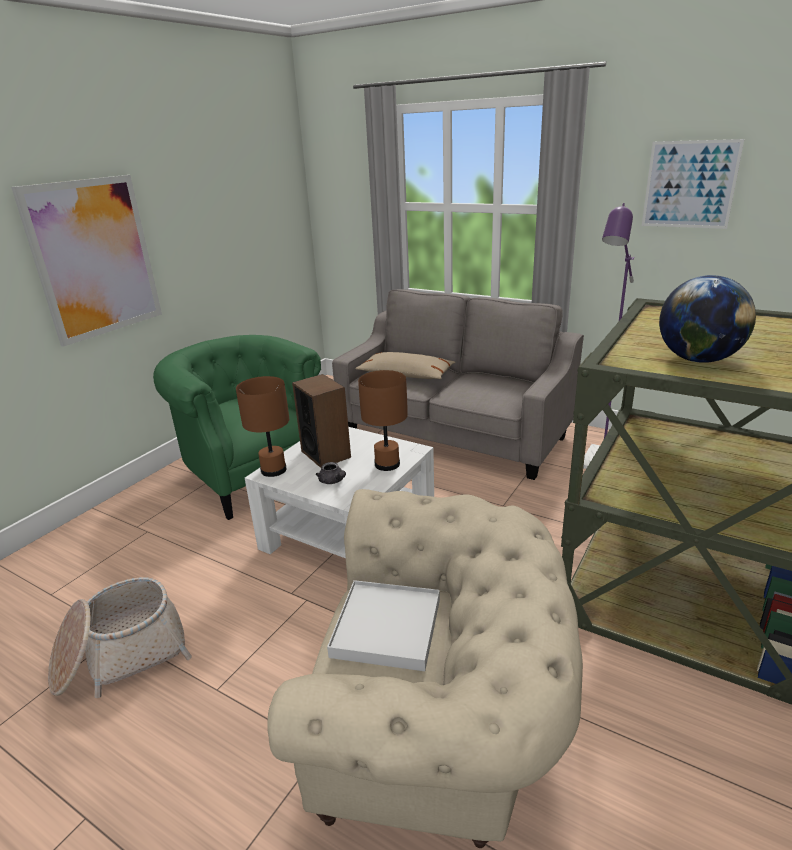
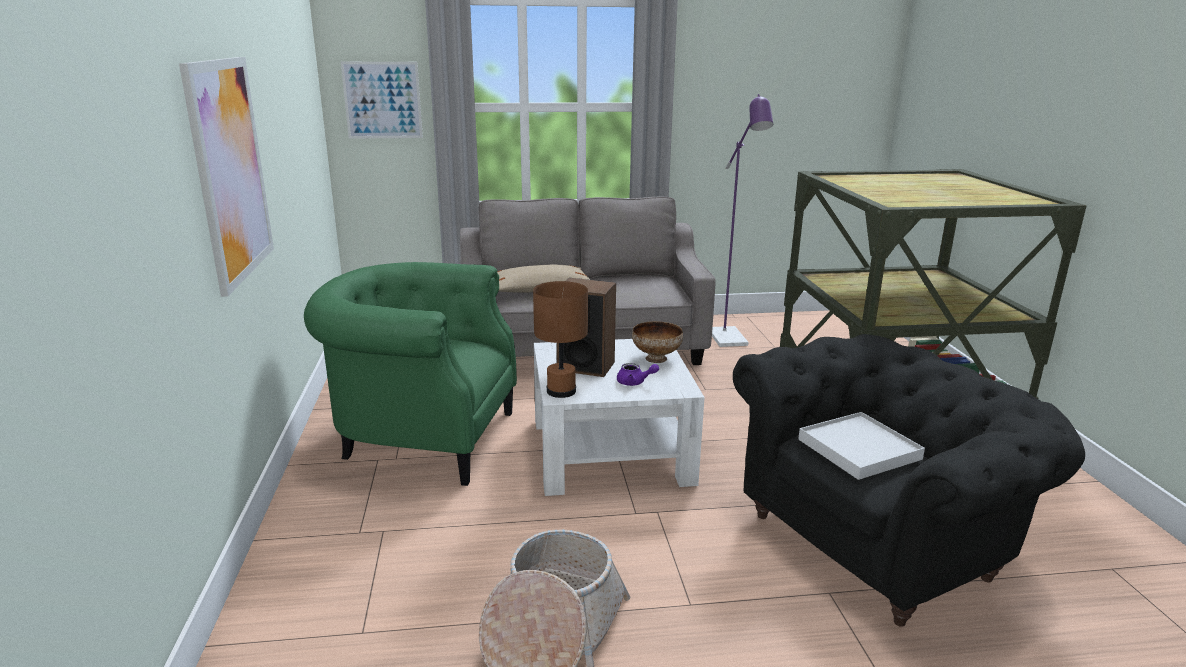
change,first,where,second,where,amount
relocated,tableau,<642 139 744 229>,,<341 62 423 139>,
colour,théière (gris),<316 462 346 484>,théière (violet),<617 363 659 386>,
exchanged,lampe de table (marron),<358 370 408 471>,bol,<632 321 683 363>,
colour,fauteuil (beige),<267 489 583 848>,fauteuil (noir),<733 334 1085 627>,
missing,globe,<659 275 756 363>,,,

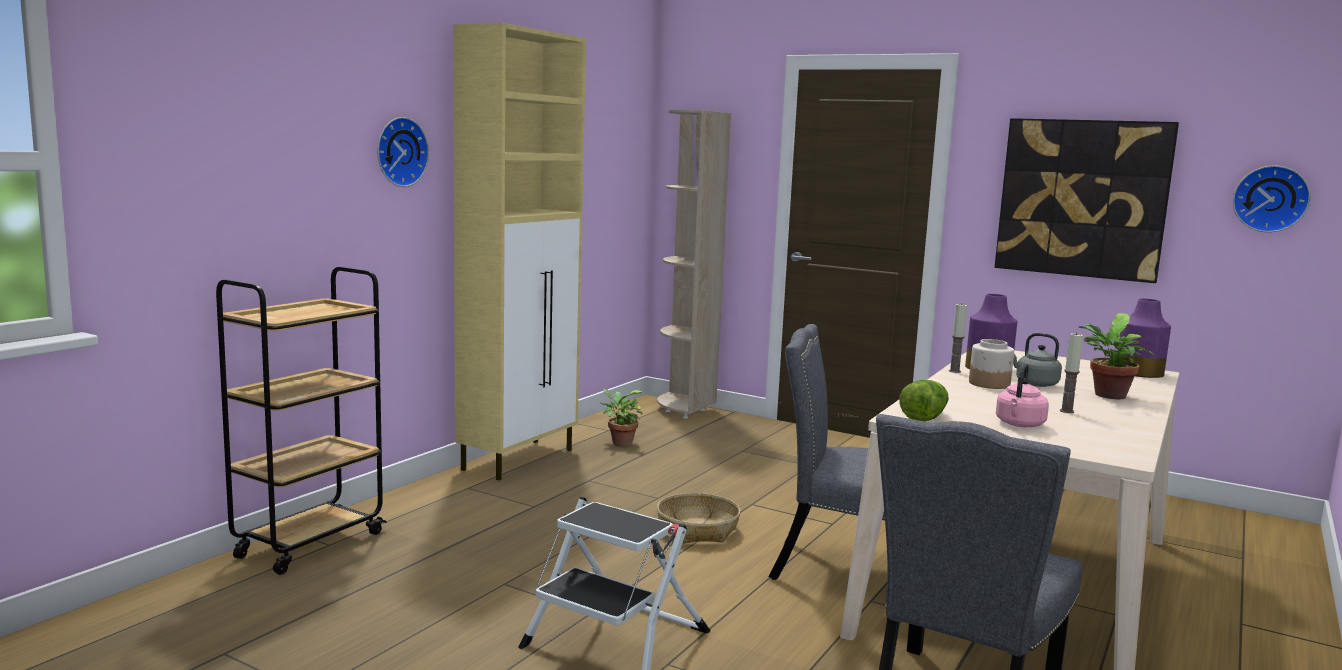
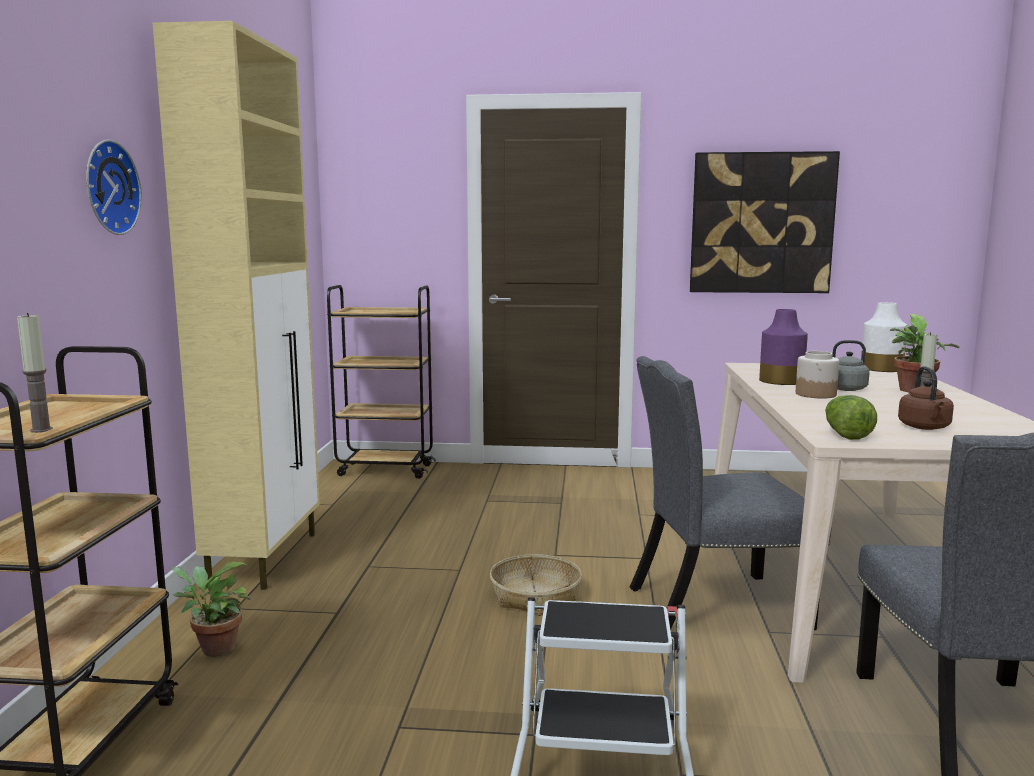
change,first,where,second,where,amount
relocated,bougie,<949 303 967 373>,,<17 313 53 433>,
relocated,plante en pot,<600 389 643 446>,,<171 562 250 657>,
exchanged,bibliothèque (beige),<657 110 731 419>,chariot (marron),<327 285 436 479>,
colour,vase (violet),<1120 298 1171 378>,vase (blanc),<861 302 907 372>,
colour,bouilloire (rose),<996 363 1049 427>,bouilloire (marron),<898 366 954 430>,
missing,horloge murale,<1233 166 1311 232>,,,

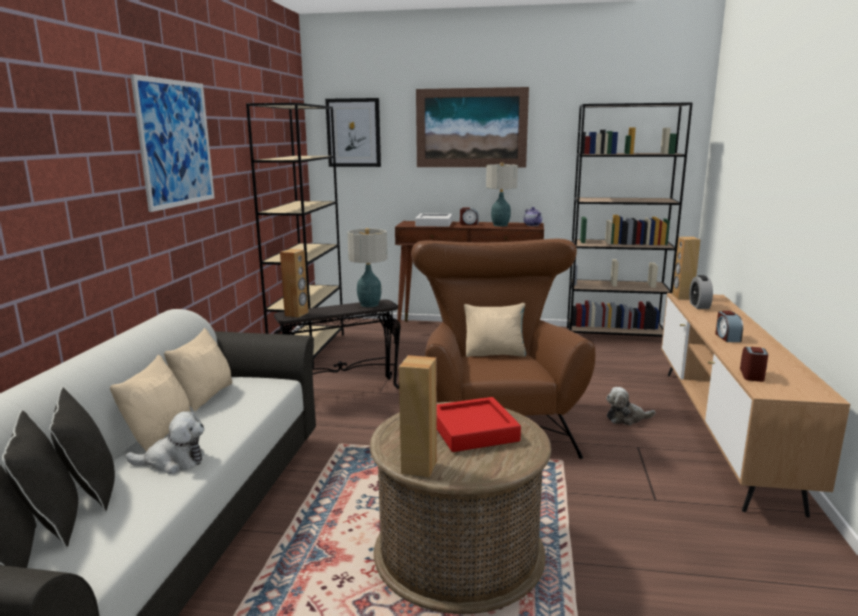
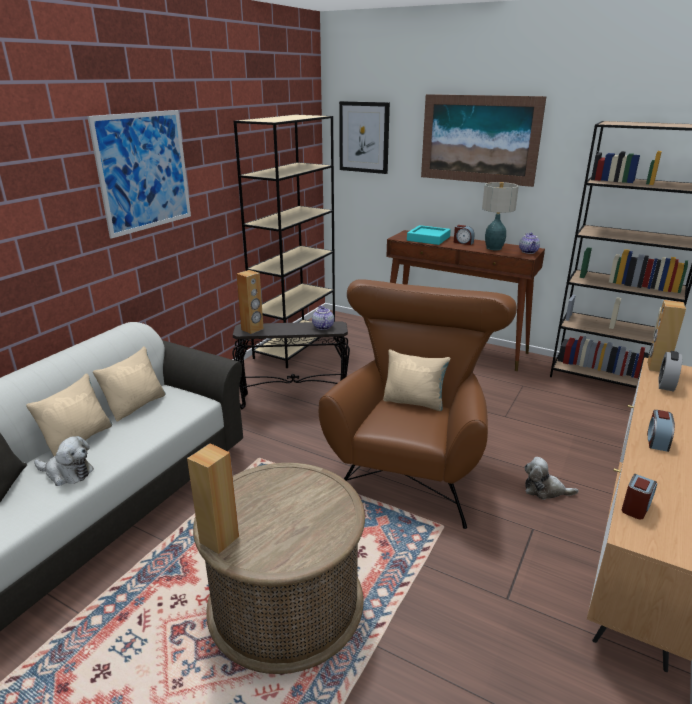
change,first,where,second,where,amount
exchanged,lampe de table,<347 228 388 307>,théière,<312 306 334 330>,
colour,plateau (gris),<415 213 452 227>,plateau (turquoise),<407 225 451 245>,
missing,plateau (rouge),<437 397 521 452>,,,

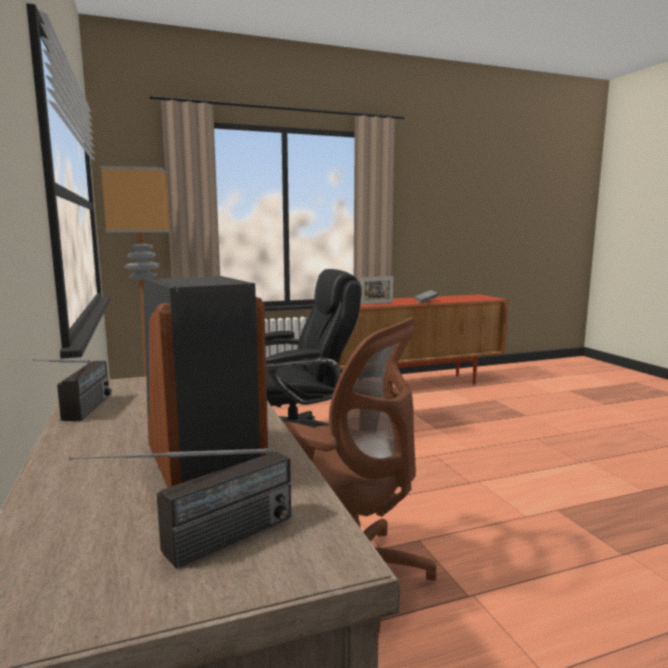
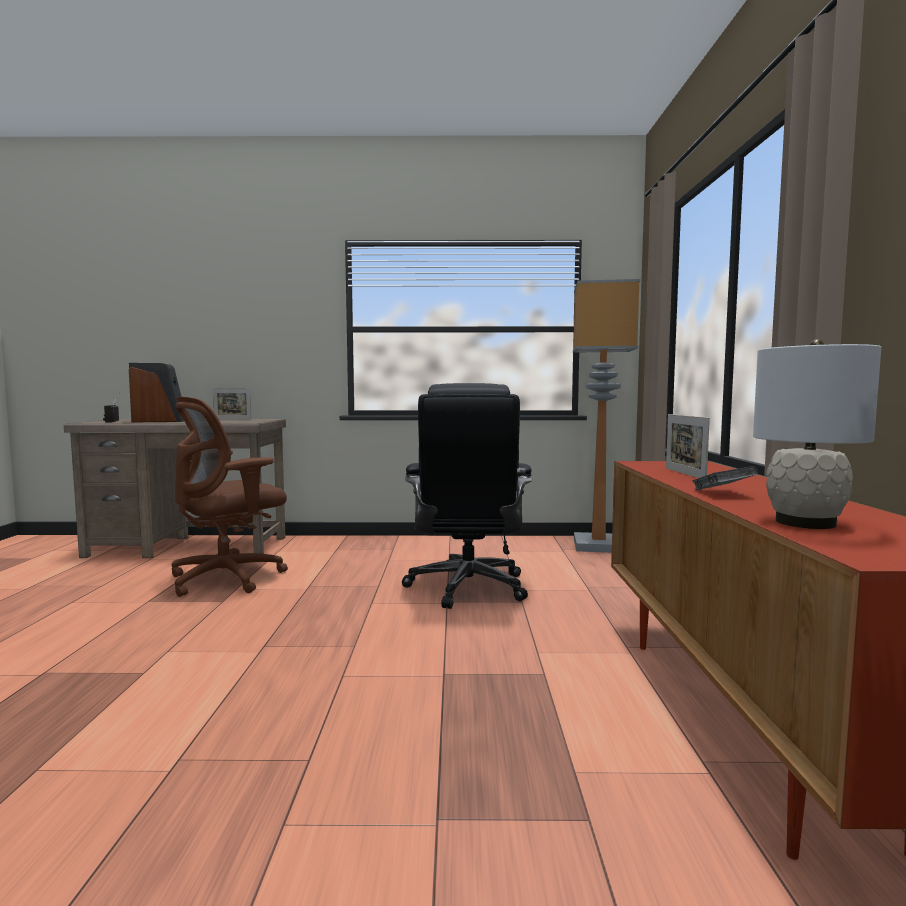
change,first,where,second,where,amount
exchanged,radio,<33 359 112 421>,cadre photo,<213 388 252 420>,
appeared,,,lampe de table (blanc),<753 339 881 529>,

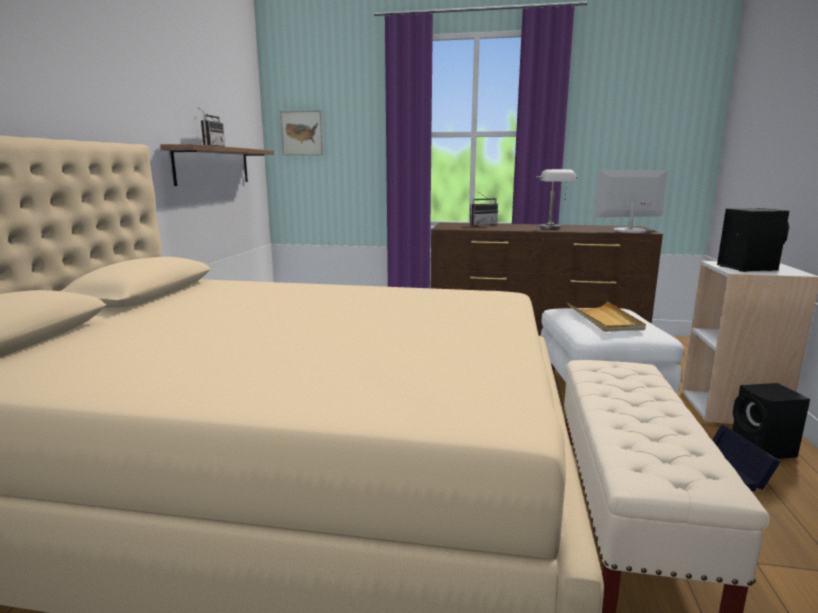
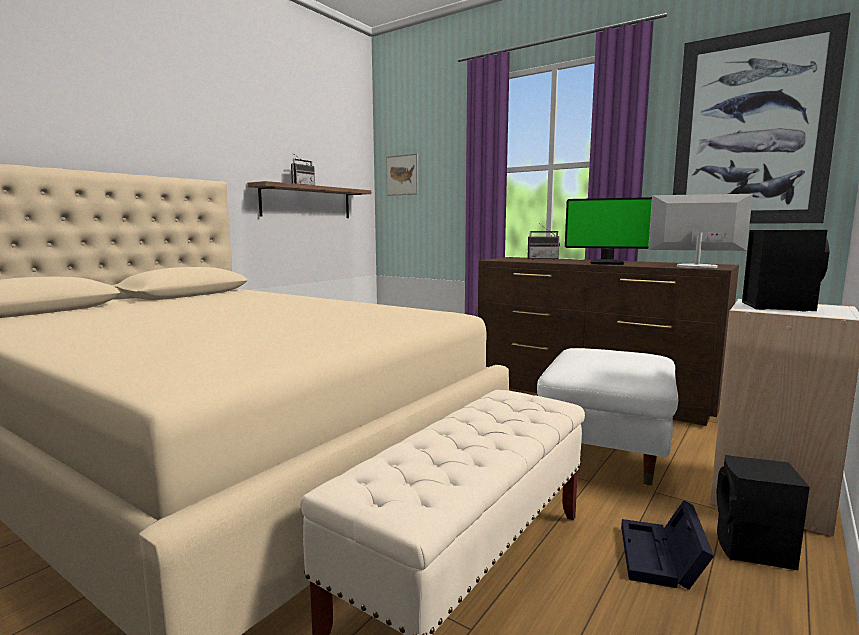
change,first,where,second,where,amount
exchanged,lampe de table (gris),<536 169 578 229>,écran d'ordinateur,<565 197 652 265>,
appeared,,,tableau,<673 12 851 224>,
missing,plateau (beige),<567 301 646 332>,,,

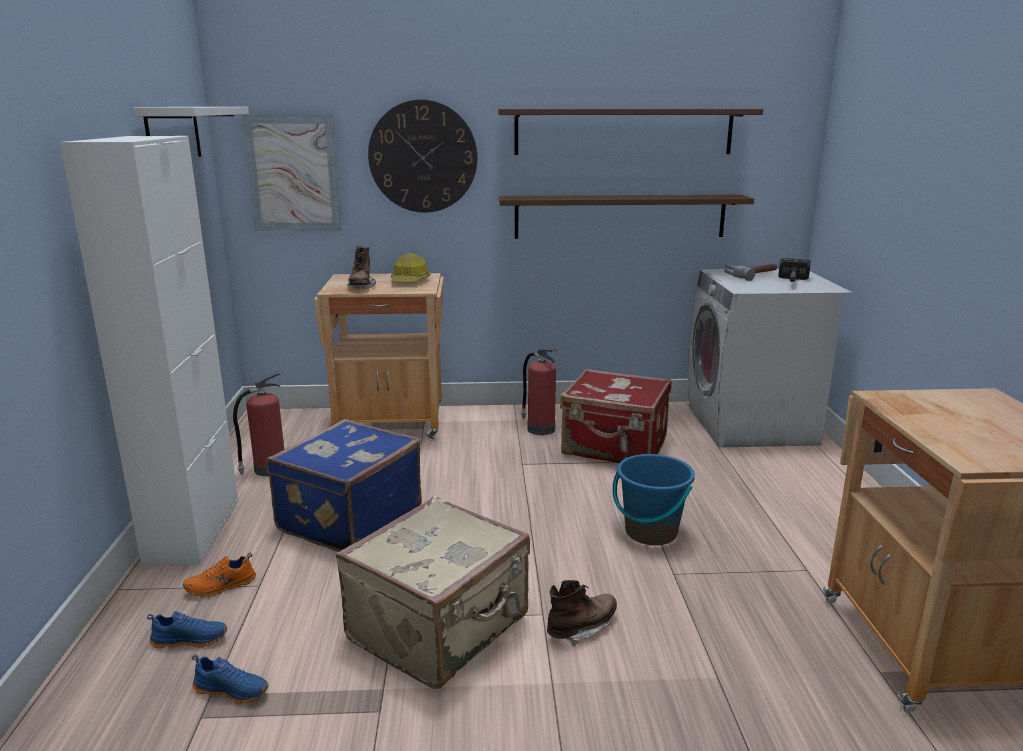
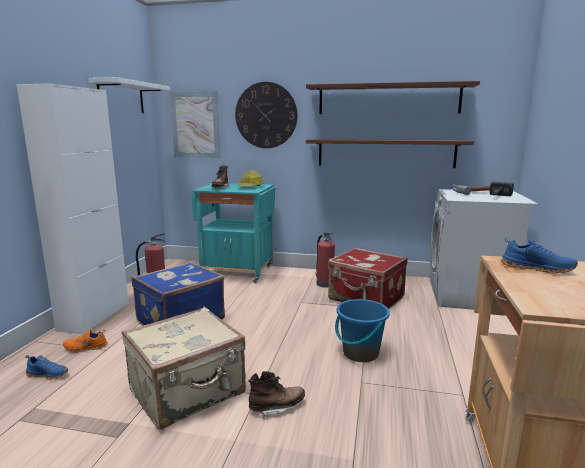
change,first,where,second,where,amount
colour,chariot (marron),<314 273 444 441>,chariot (turquoise),<191 183 276 284>,
relocated,chaussure (bleu),<192 654 268 704>,,<501 237 578 274>,

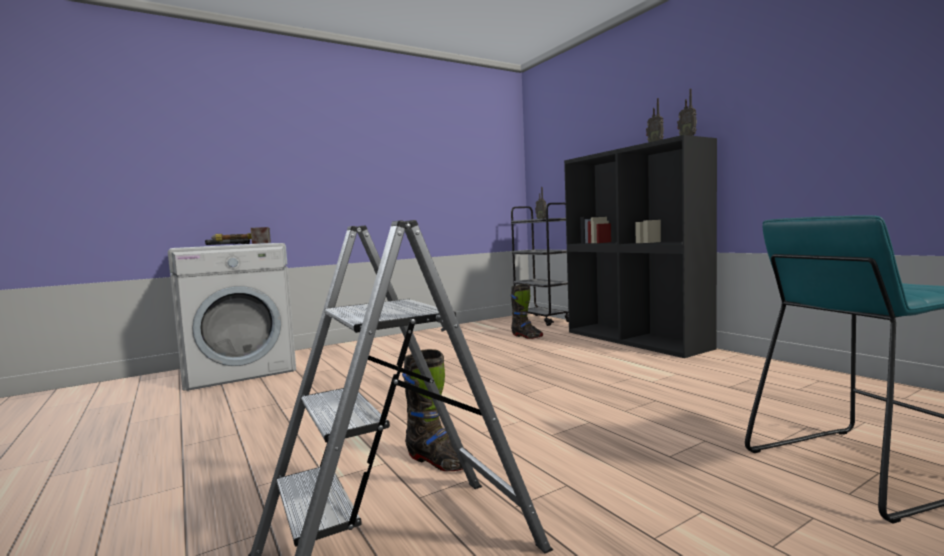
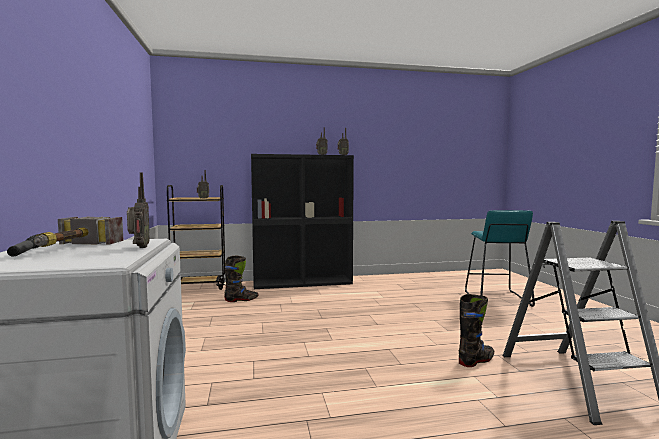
change,first,where,second,where,amount
appeared,,,radio,<127 173 150 248>,
colour,chariot (gris),<511 203 569 326>,chariot (marron),<167 185 226 290>,

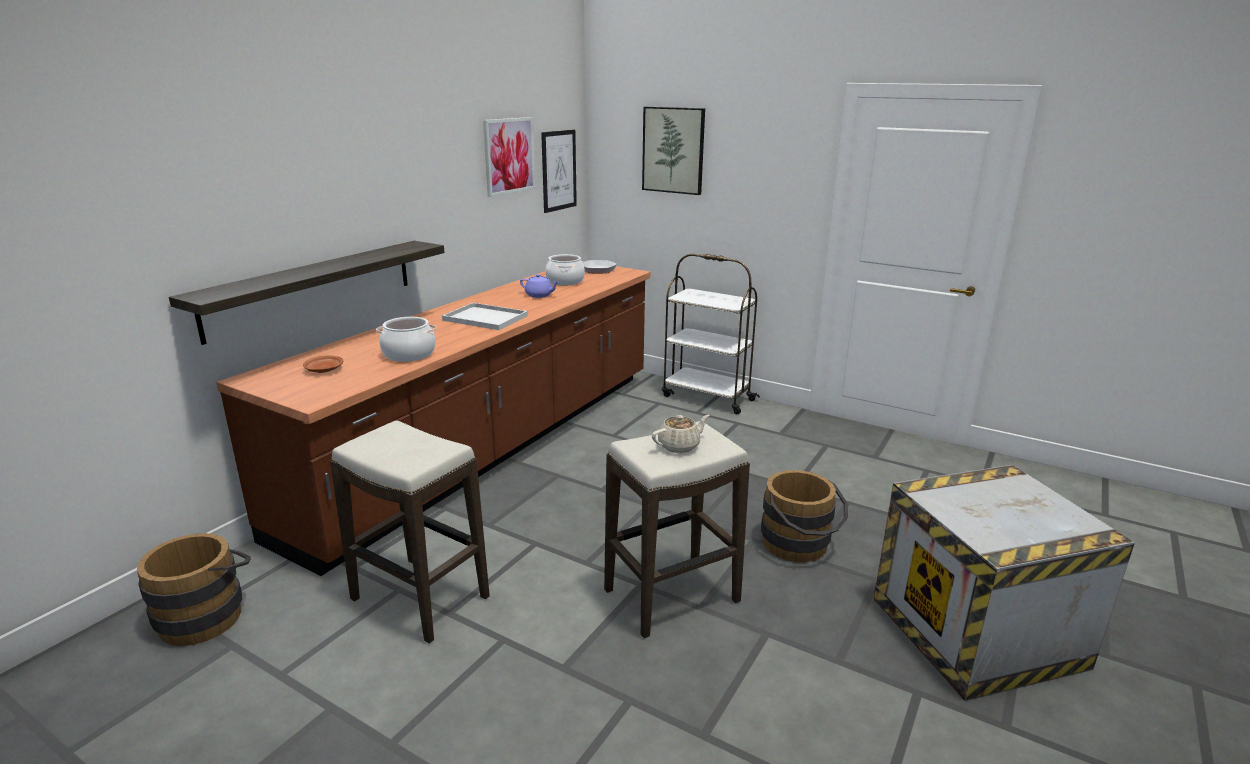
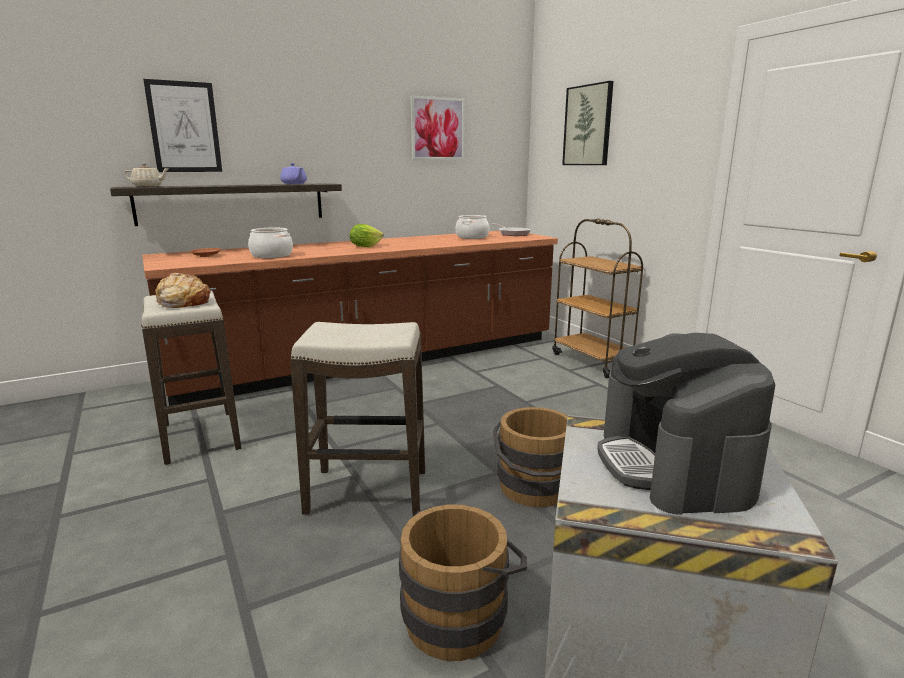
change,first,where,second,where,amount
relocated,théière (beige),<652 415 709 453>,,<124 163 169 187>,
relocated,tableau,<541 130 577 213>,,<143 79 222 172>,
appeared,,,pain,<155 273 210 308>,
relocated,théière (violet),<520 274 560 298>,,<280 163 307 184>,
exchanged,plateau (blanc),<442 303 528 330>,laitue,<350 224 384 247>,
relocated,seau (marron),<137 533 251 646>,,<399 504 527 661>,
colour,chariot (blanc),<662 254 760 415>,chariot (marron),<552 219 643 378>,
appeared,,,machine à café,<597 333 775 515>,

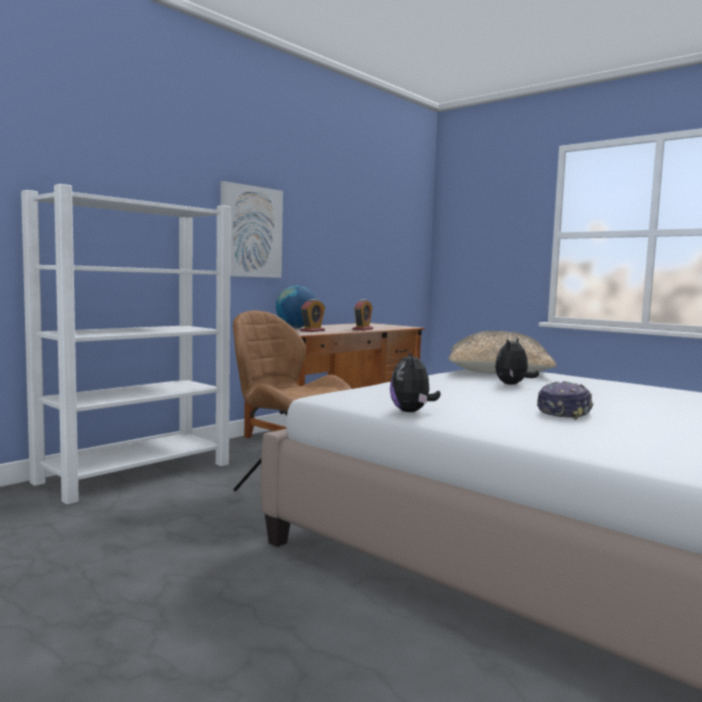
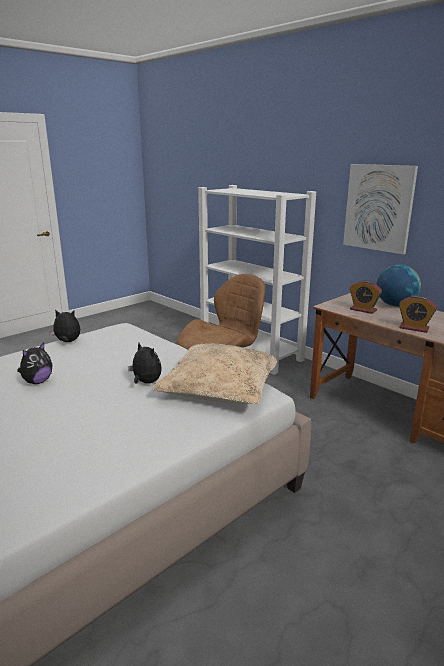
change,first,where,second,where,amount
exchanged,casquette,<537 381 593 420>,peluche,<17 342 52 384>,

